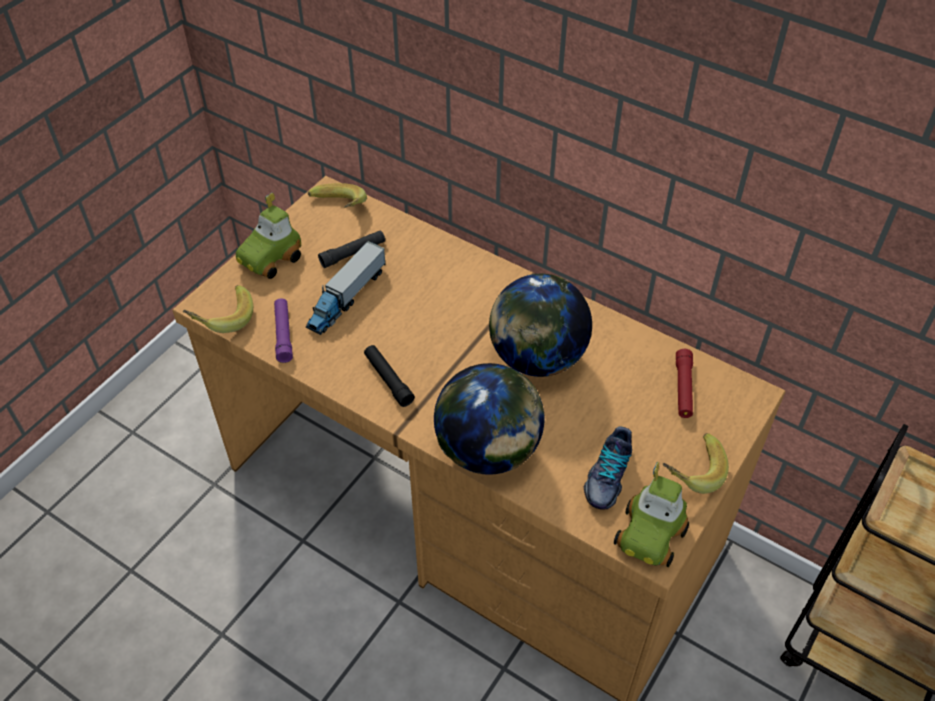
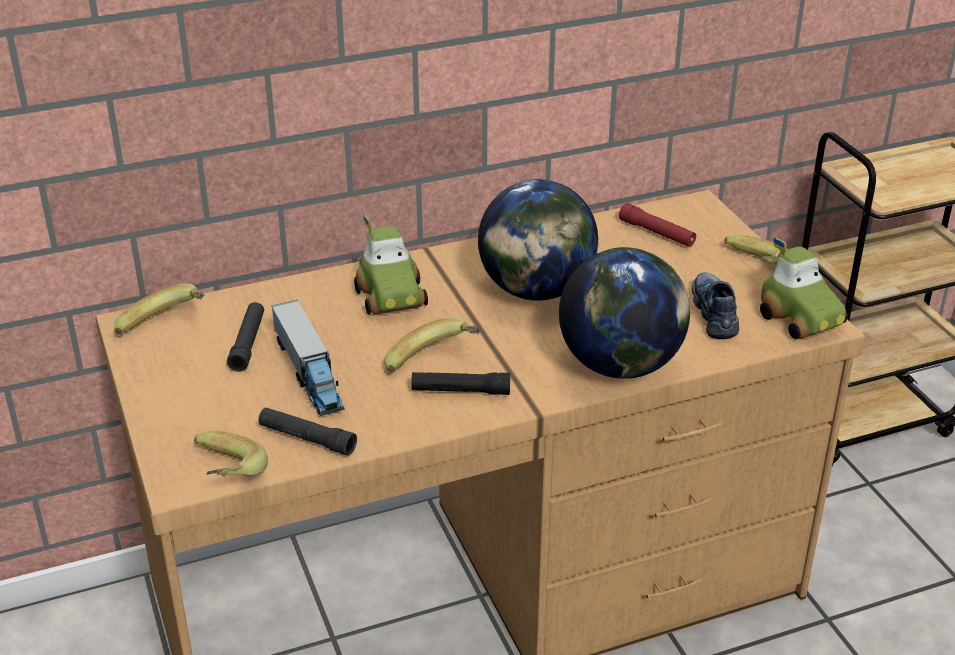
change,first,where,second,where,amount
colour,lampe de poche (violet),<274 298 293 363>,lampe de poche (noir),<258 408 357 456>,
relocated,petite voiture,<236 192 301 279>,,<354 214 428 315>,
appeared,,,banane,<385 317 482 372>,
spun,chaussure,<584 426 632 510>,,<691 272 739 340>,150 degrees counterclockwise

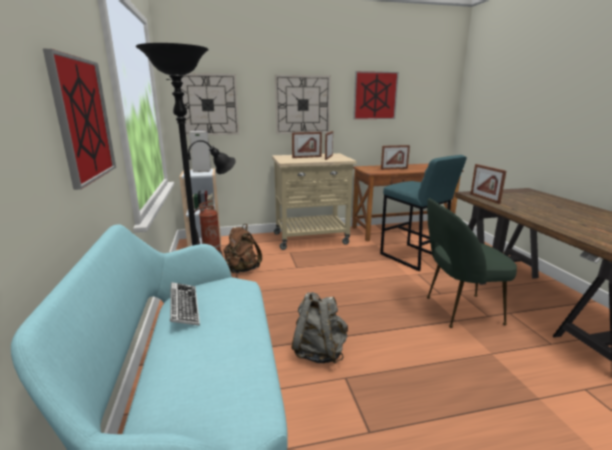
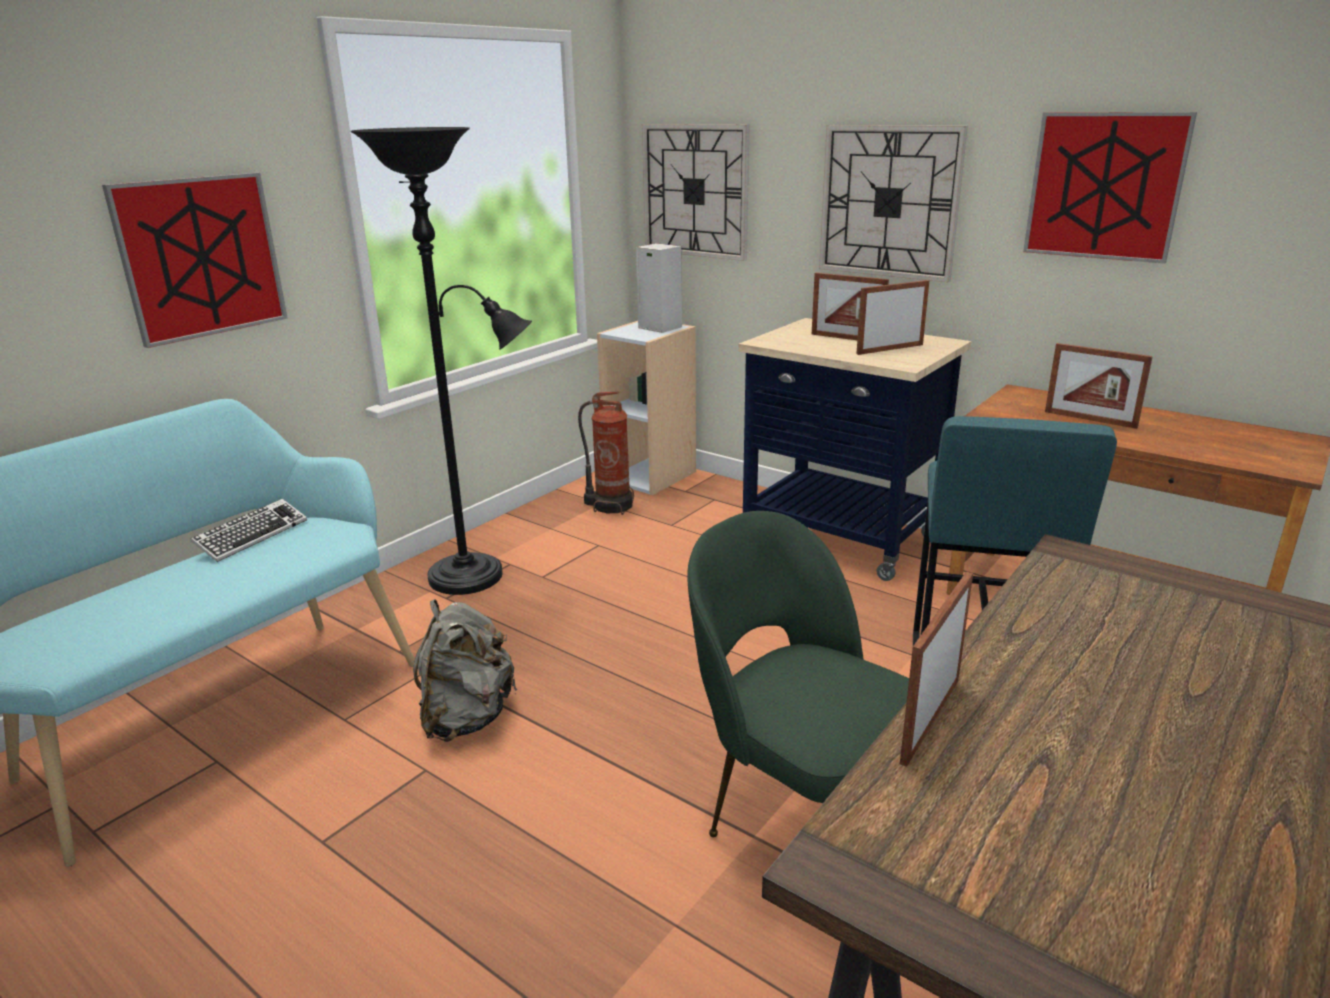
change,first,where,second,where,amount
colour,chariot (beige),<272 153 357 250>,chariot (bleu),<739 318 971 581>,
relocated,cadre photo,<471 164 506 204>,,<900 572 973 767>,
missing,sac à dos (marron),<223 224 262 273>,,,

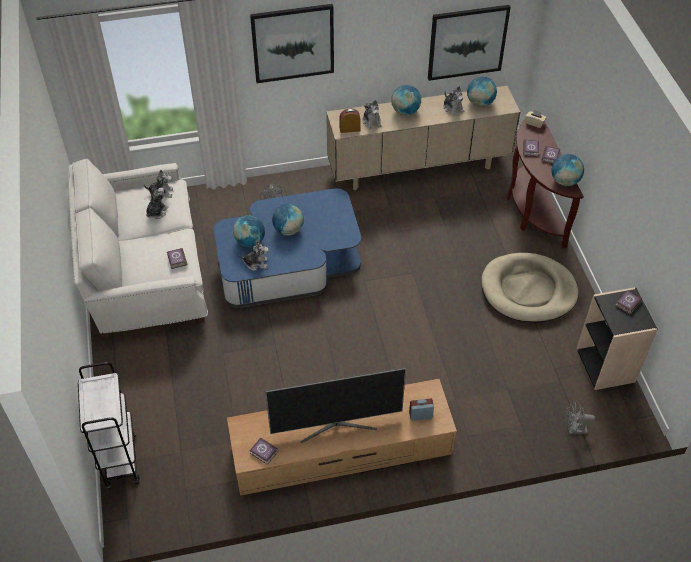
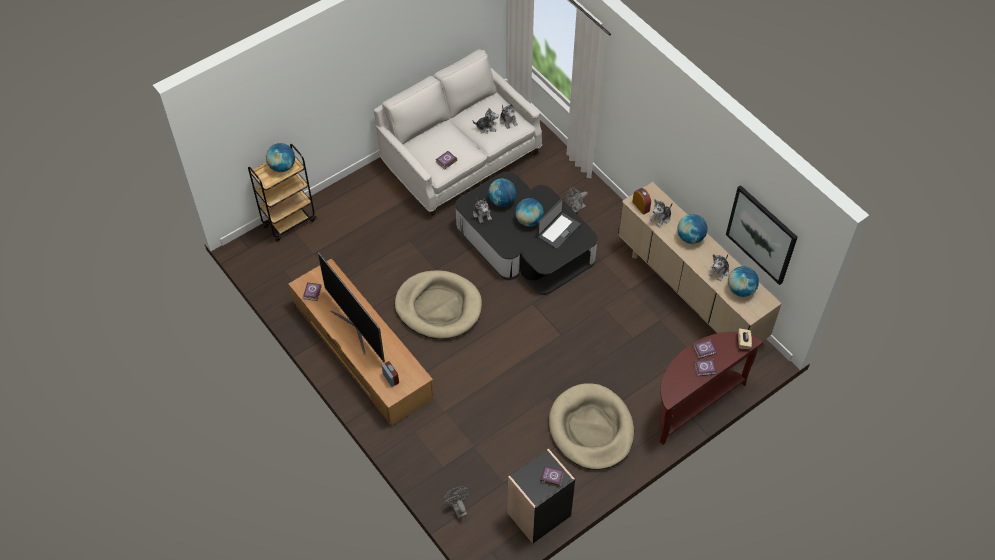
change,first,where,second,where,amount
colour,chariot (blanc),<78 362 140 490>,chariot (marron),<248 144 316 242>,
relocated,globe,<552 154 584 186>,,<266 143 295 172>,
appeared,,,panier pour chien (beige),<395 270 482 339>,
colour,table basse (bleu),<214 188 361 308>,table basse (noir),<455 171 597 295>,
appeared,,,ordinateur portable,<537 198 581 249>,
missing,tableau,<250 4 334 83>,,,

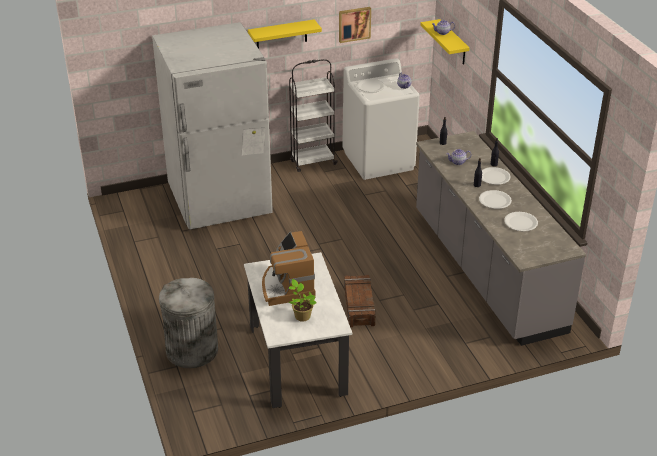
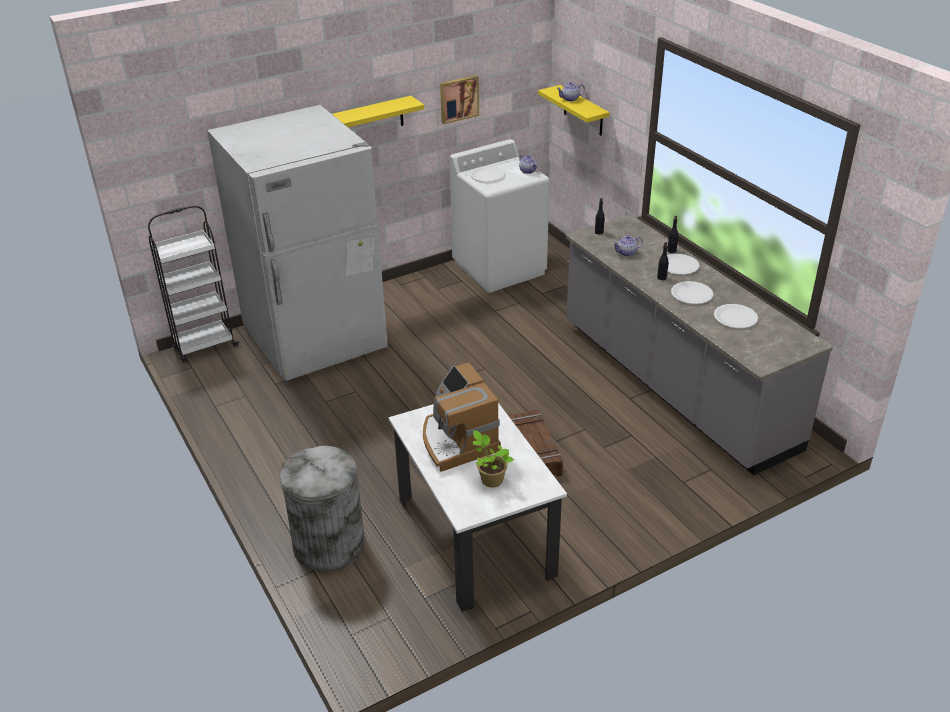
change,first,where,second,where,amount
relocated,chariot (blanc),<289 59 338 172>,,<148 206 240 363>,

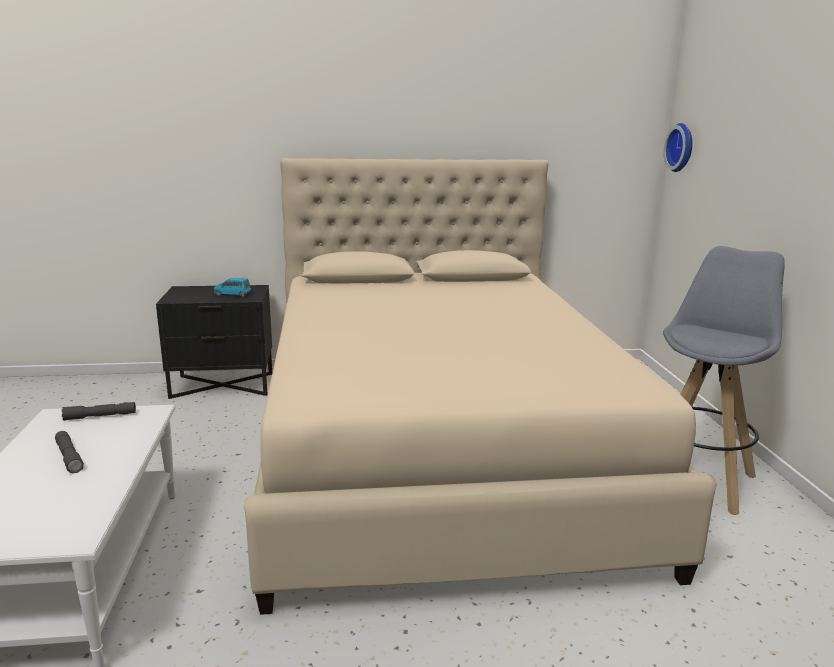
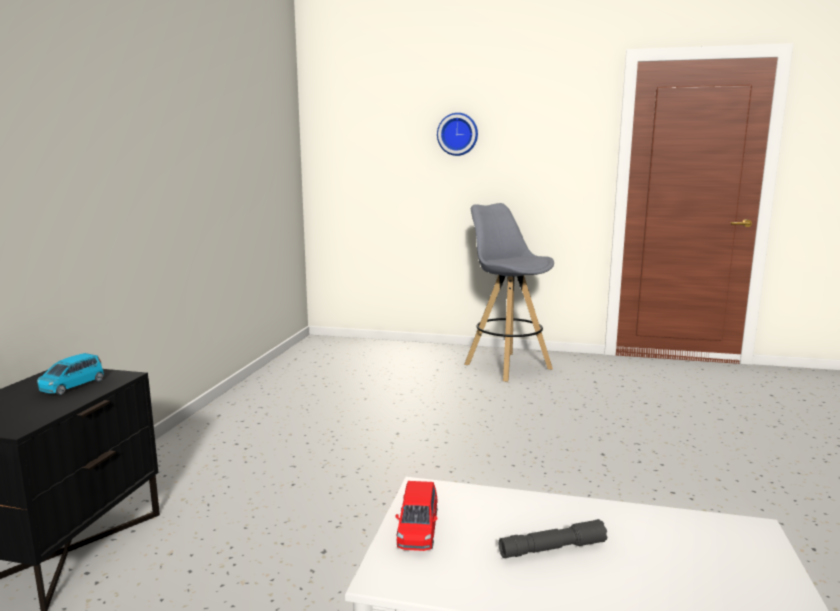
change,first,where,second,where,amount
exchanged,lampe de poche (gris),<62 402 136 421>,petite voiture (rouge),<395 481 438 551>,
relocated,horloge murale,<664 123 692 172>,,<437 113 478 156>,
missing,lit (beige),<244 158 717 615>,,,

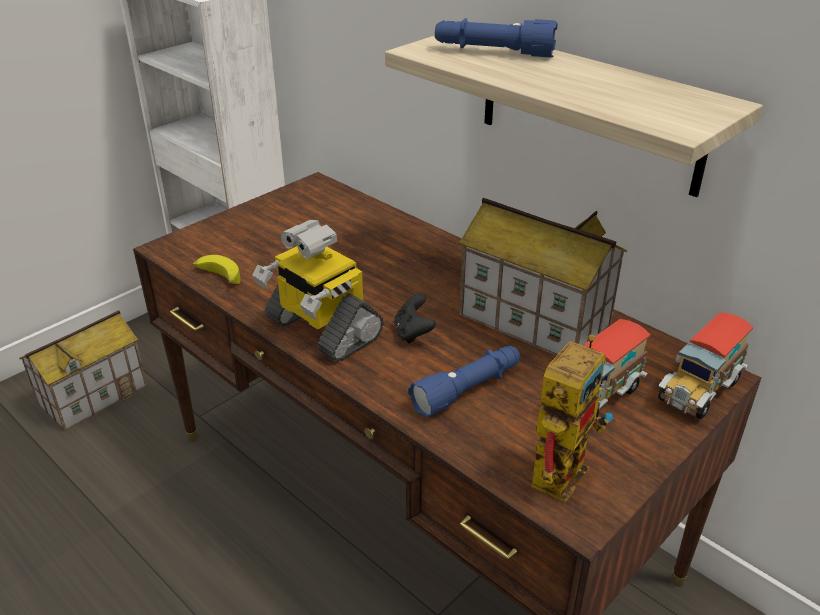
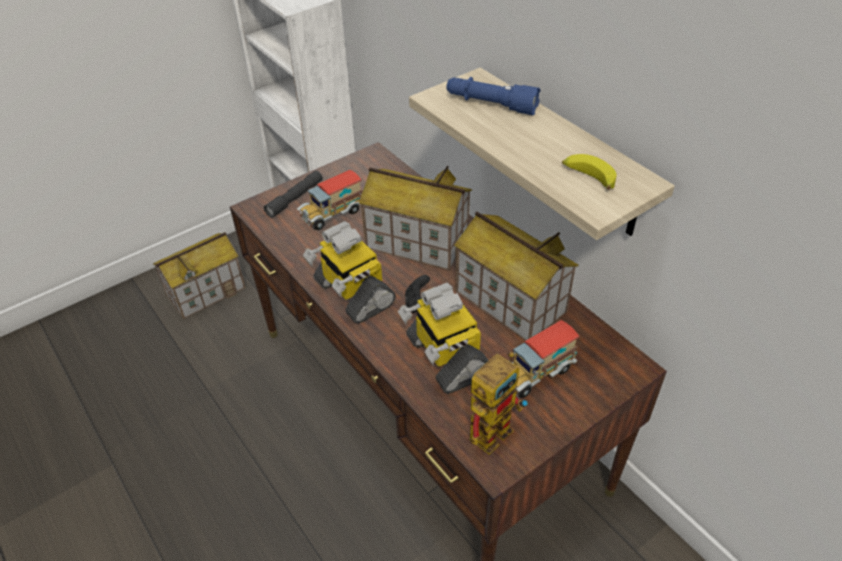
change,first,where,second,where,amount
appeared,,,lampe de poche (gris),<264 171 323 218>,
relocated,camion jouet,<658 312 754 419>,,<297 170 362 230>,
appeared,,,maison miniature,<359 166 472 271>,
exchanged,lampe de poche (bleu),<408 346 520 418>,robot jouet,<398 283 489 394>,
relocated,banane,<193 255 240 285>,,<562 154 617 190>,

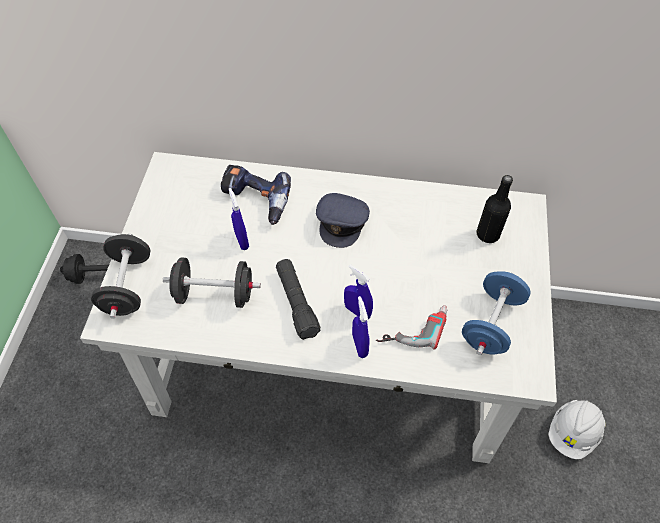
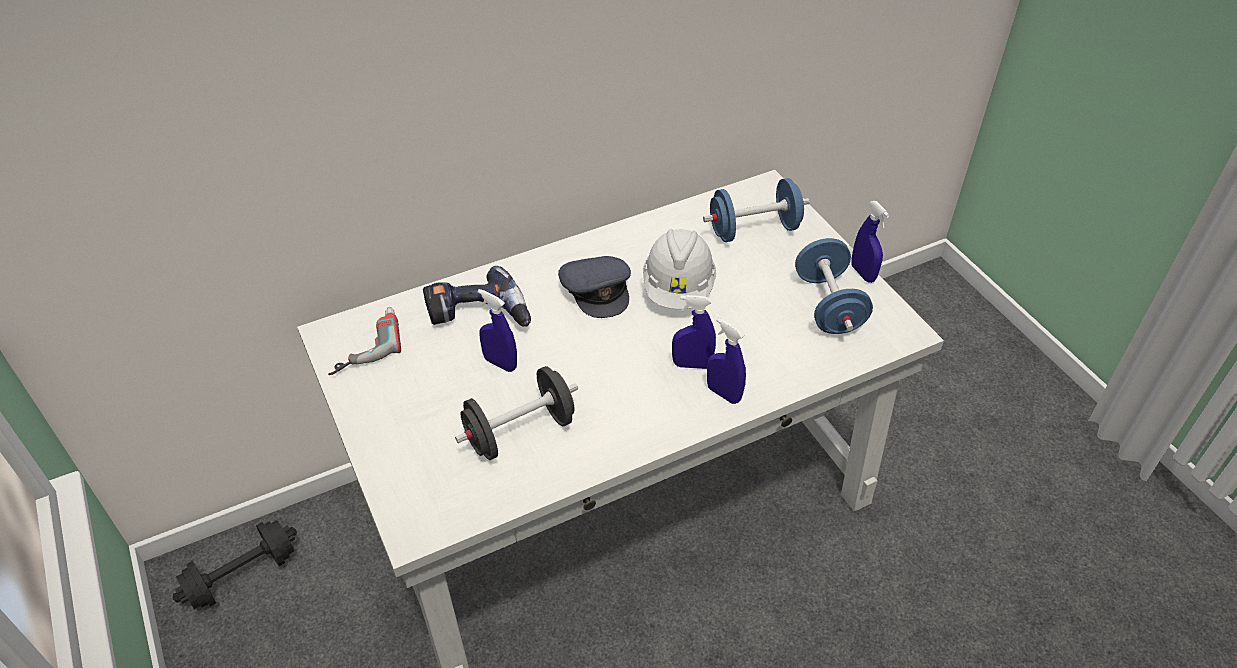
change,first,where,second,where,amount
relocated,perceuse,<376 305 448 349>,,<328 307 401 375>,
relocated,casque de chantier (blanc),<548 400 605 459>,,<643 229 716 309>,
exchanged,bouteille (noir),<476 175 513 243>,haltère (bleu),<703 178 810 242>,
appeared,,,vaporisateur (bleu),<851 201 889 283>,
missing,haltère (noir),<91 234 151 319>,,,
missing,lampe de poche (noir),<276 259 321 340>,,,

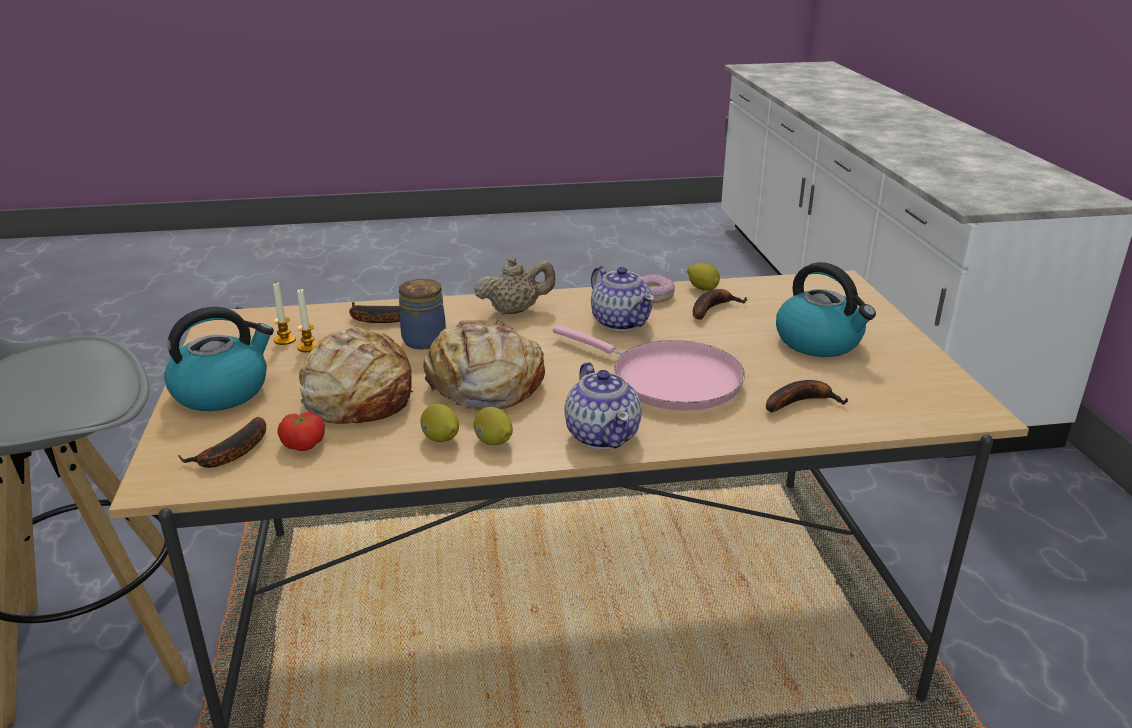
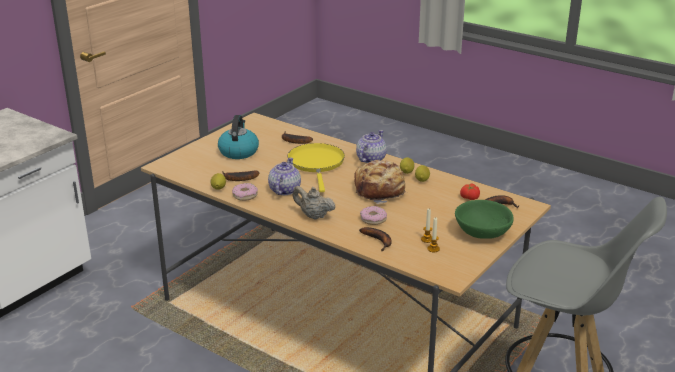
change,first,where,second,where,amount
colour,poêle (rose),<553 325 745 411>,poêle (jaune),<287 143 345 192>,
exchanged,bocal,<399 279 446 350>,beignet,<360 206 387 225>,
exchanged,bouilloire,<164 307 274 411>,bol (vert),<455 200 514 239>,
missing,pain,<299 327 414 424>,,,

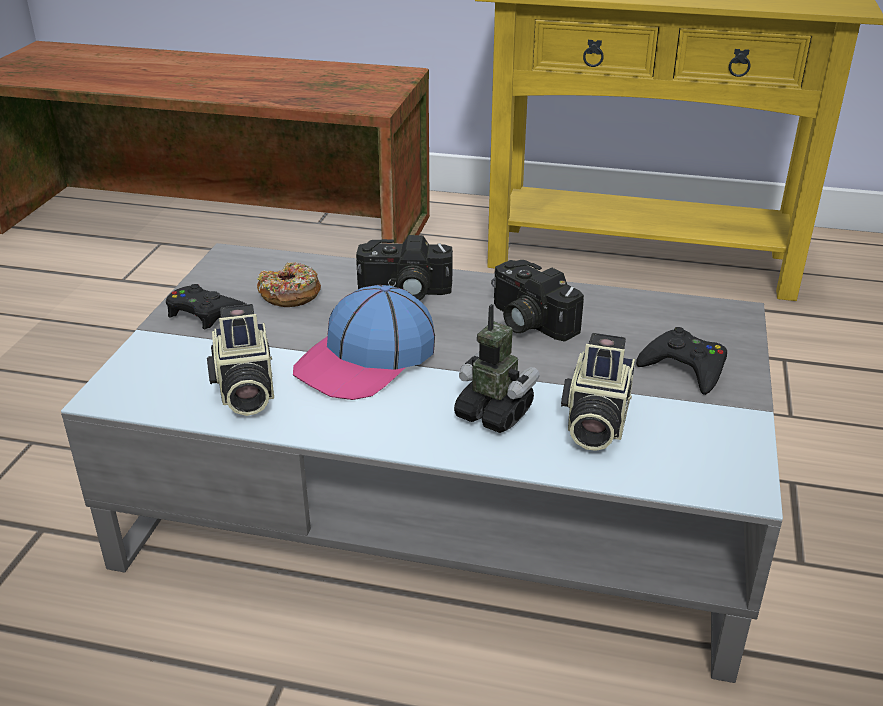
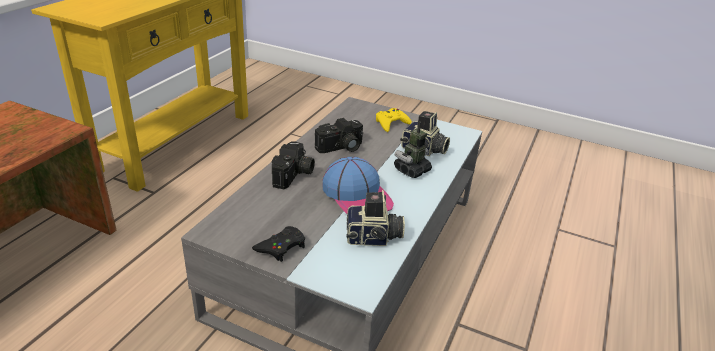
change,first,where,second,where,amount
colour,manette (noir),<636 327 727 395>,manette (jaune),<376 108 412 132>,
missing,beignet,<257 262 321 307>,,,

